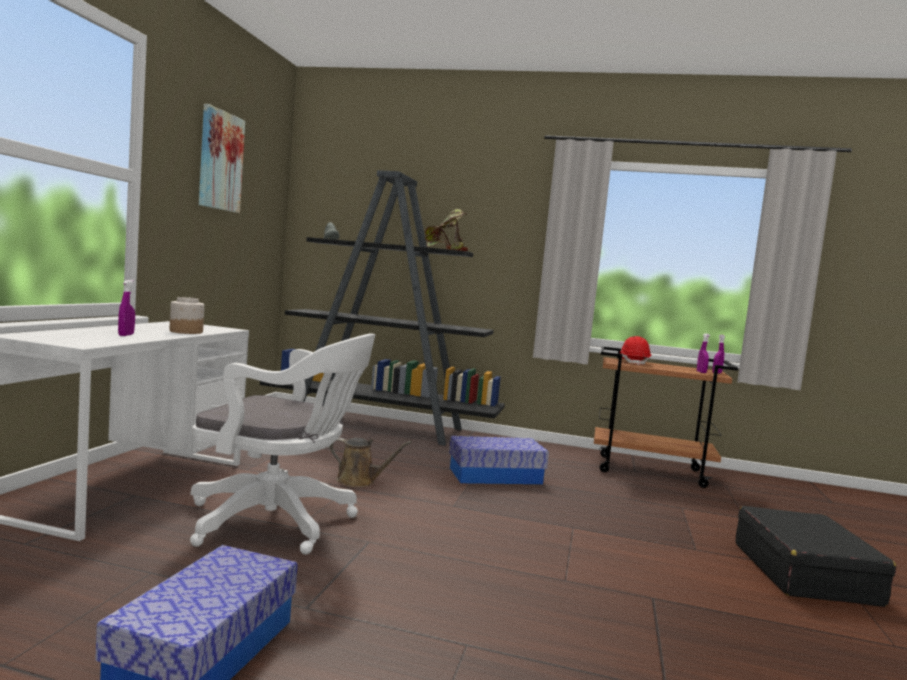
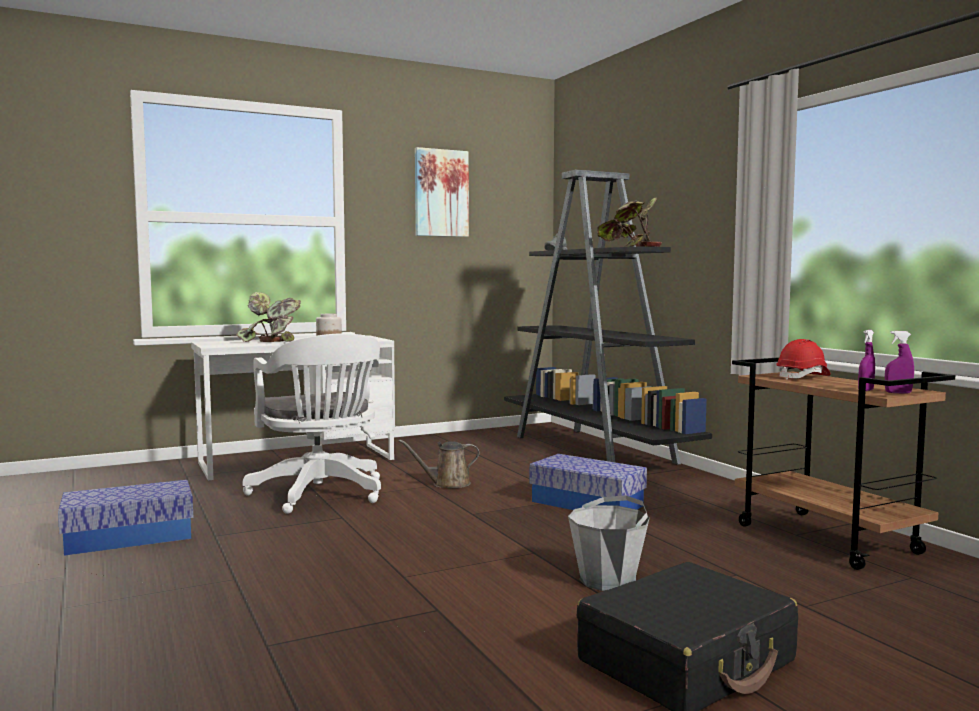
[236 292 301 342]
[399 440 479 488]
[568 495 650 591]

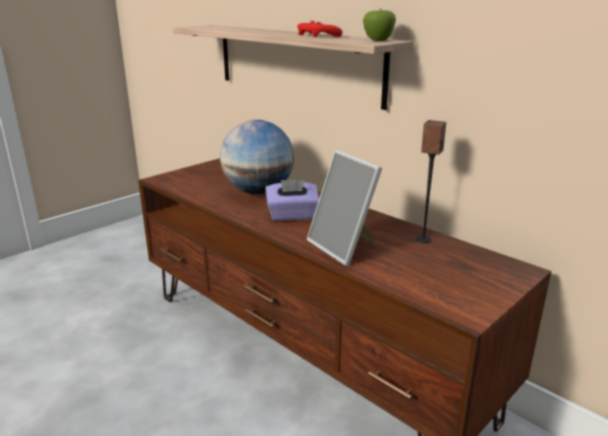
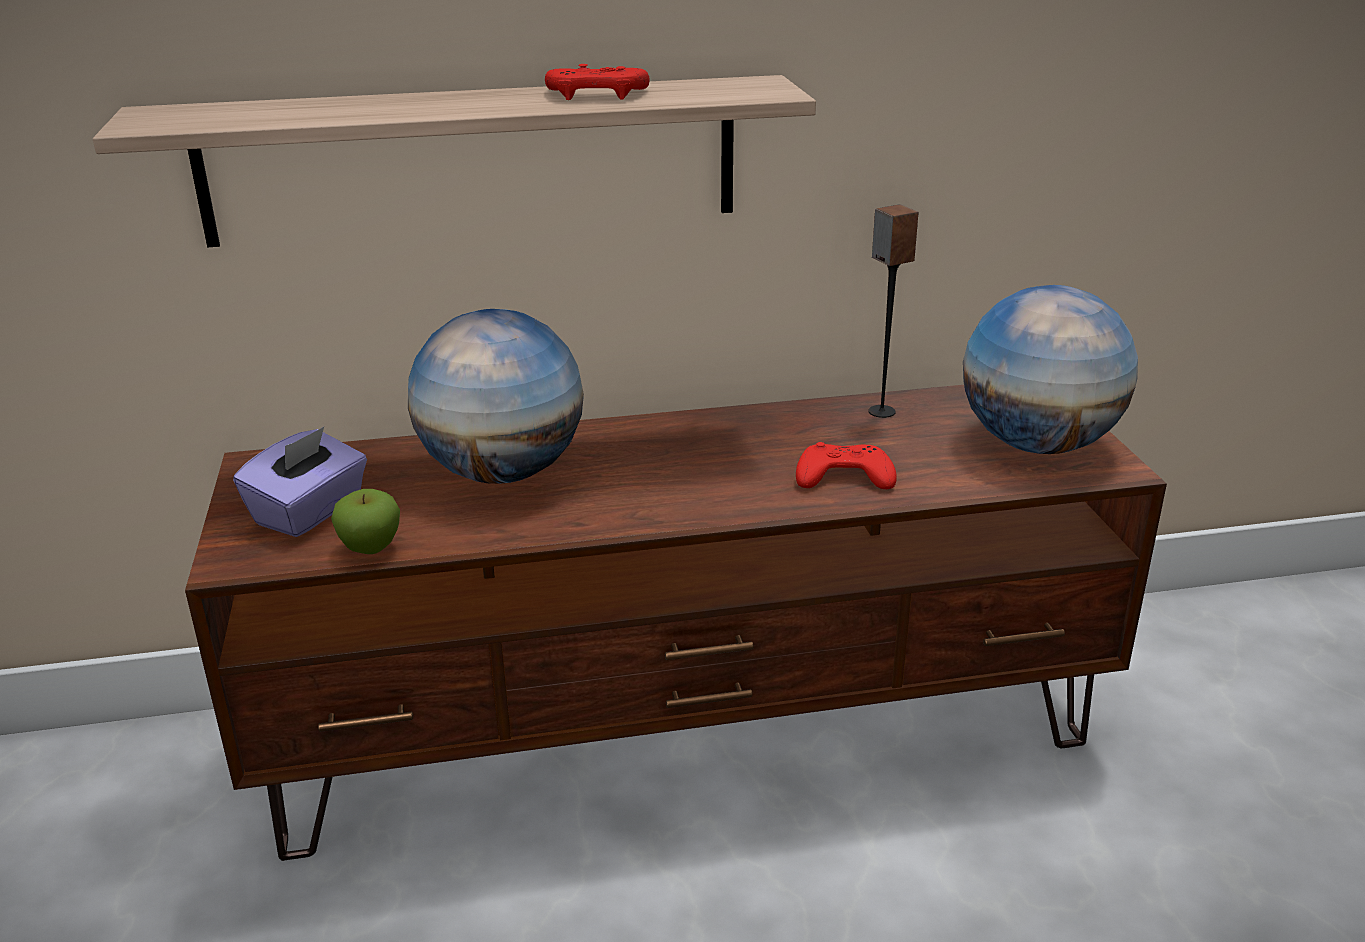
[233 427 367 537]
[331 489 400 554]
[796 442 897 489]
[963 285 1138 454]

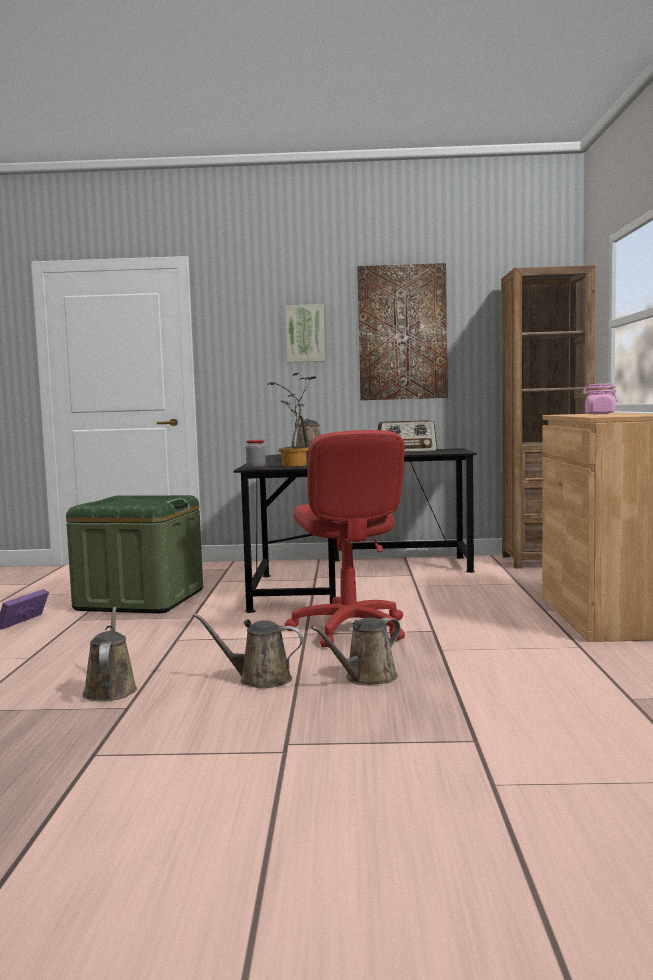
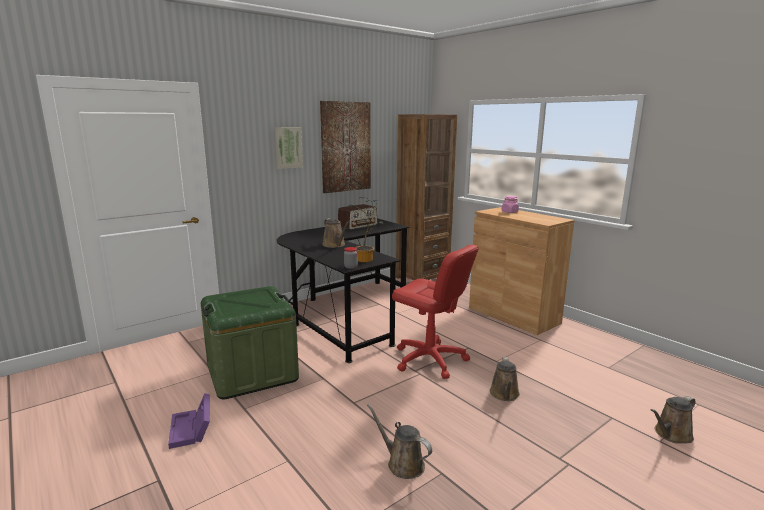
[651 396 696 444]

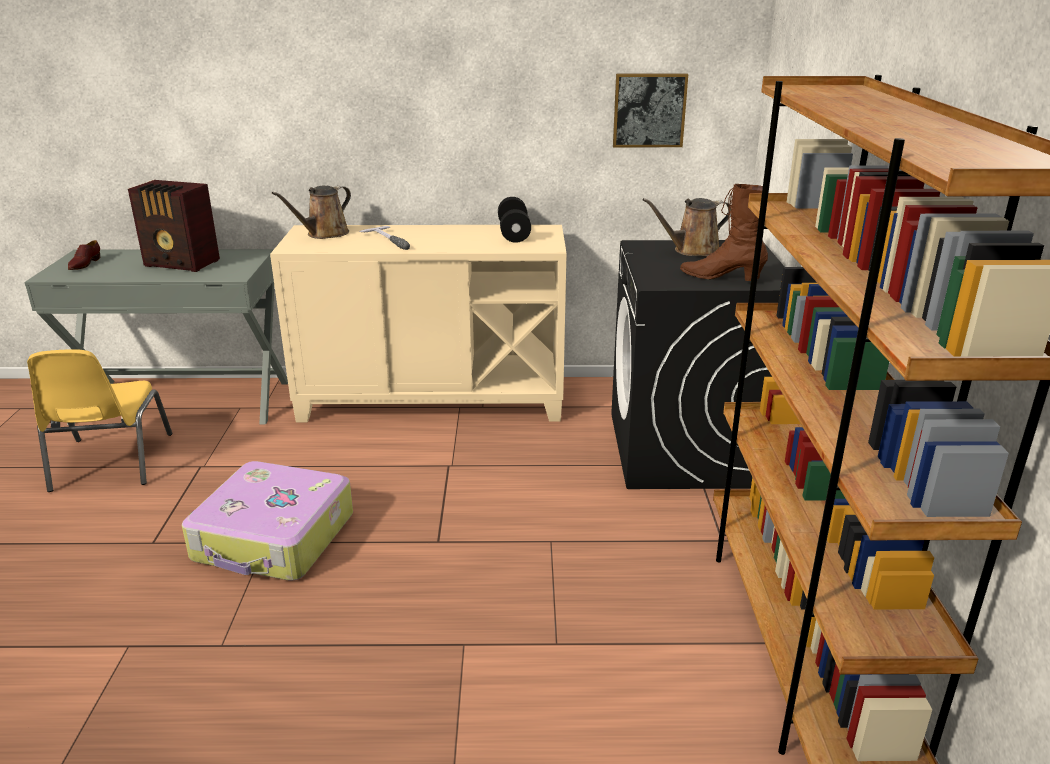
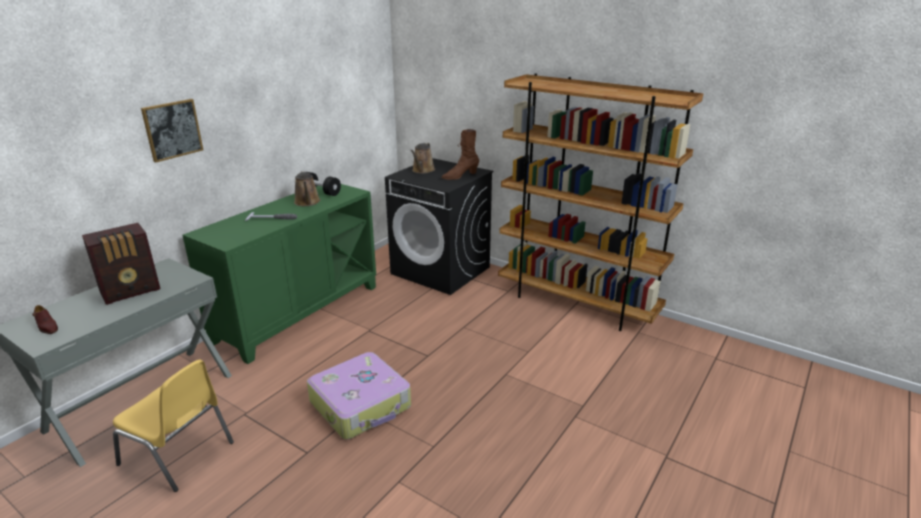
[141 99 203 162]
[182 184 376 364]
[294 171 321 206]

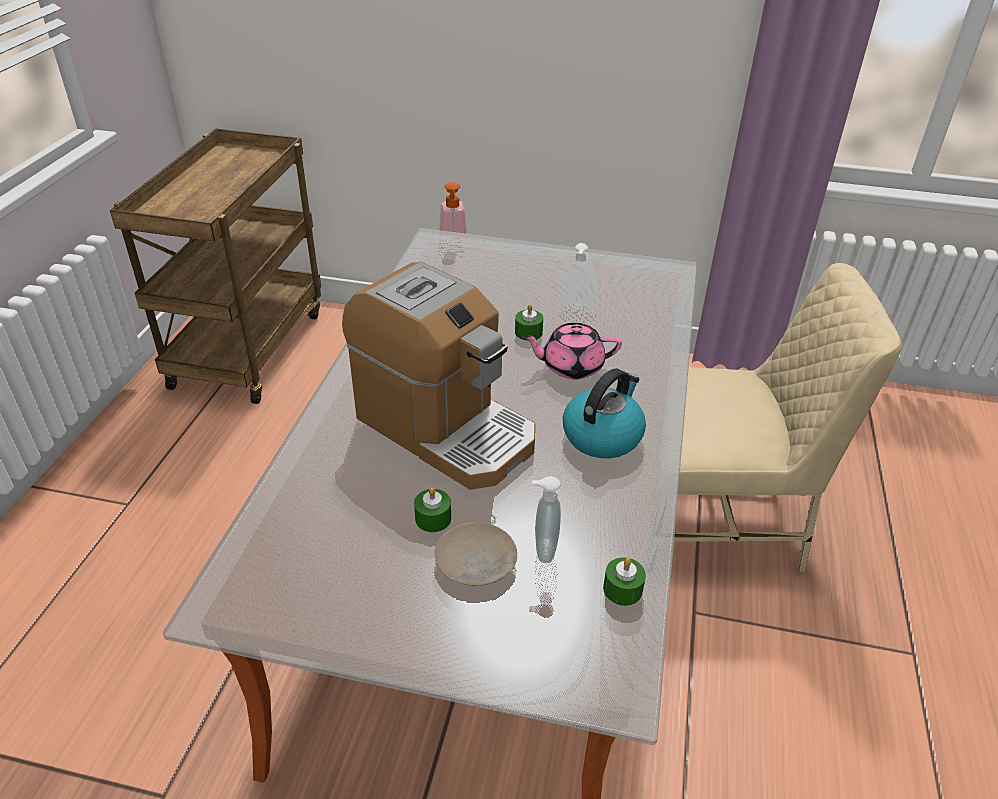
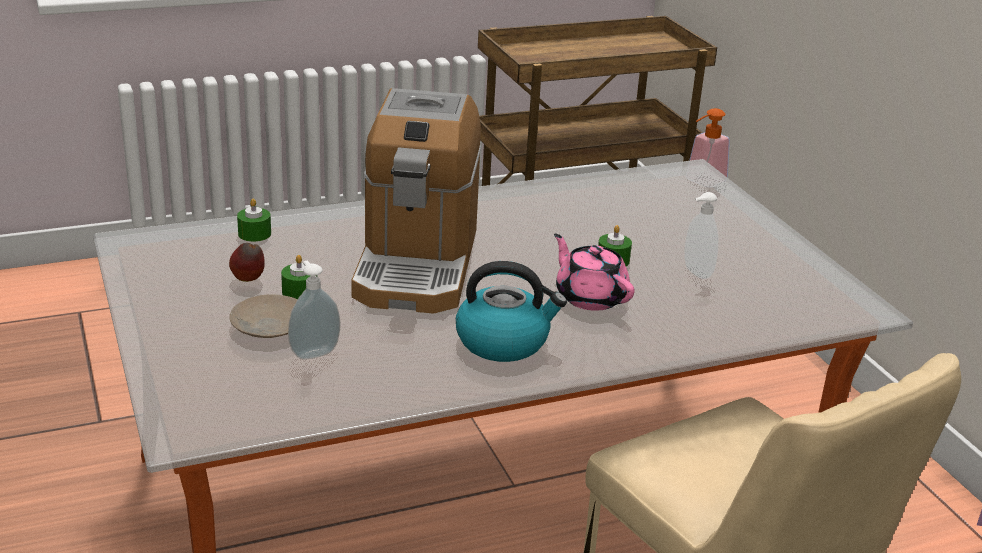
[229 243 265 282]
[237 199 271 242]

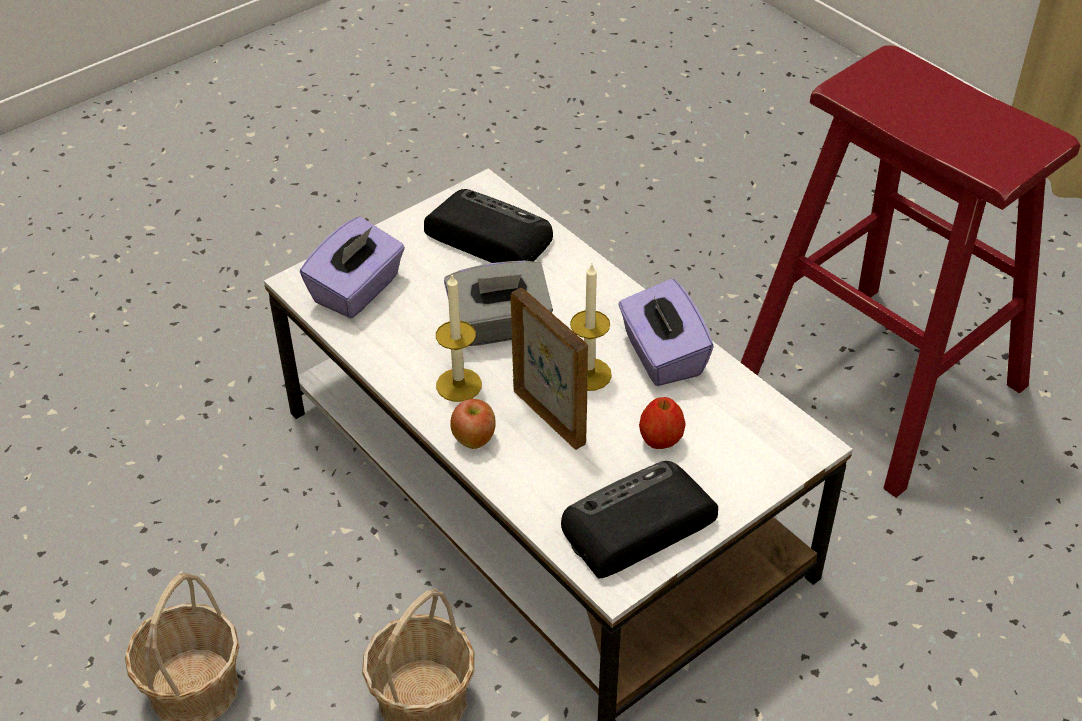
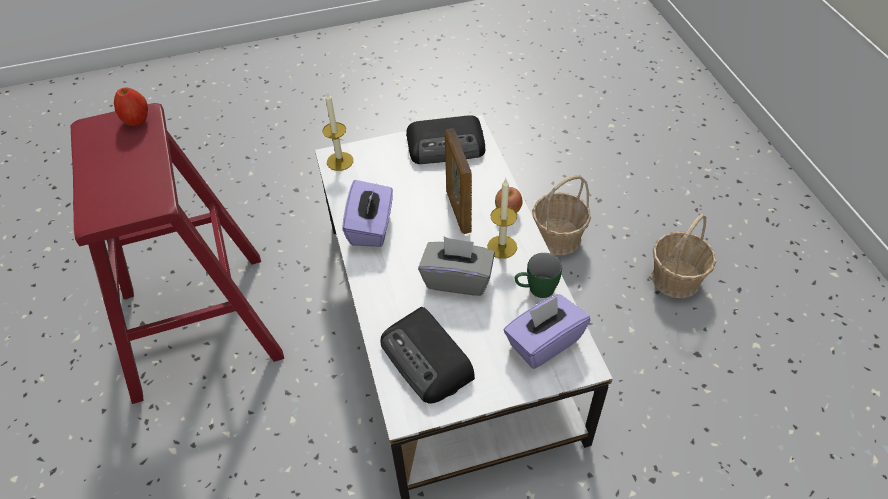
[114 88 148 126]
[323 92 353 171]
[514 253 562 298]

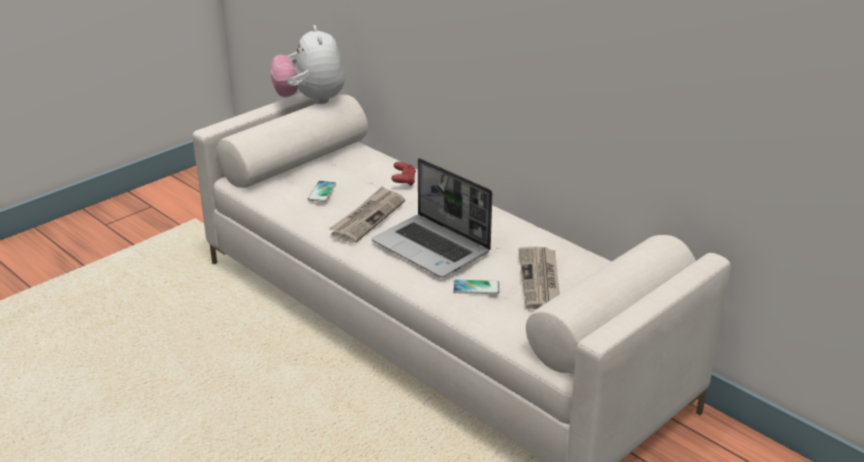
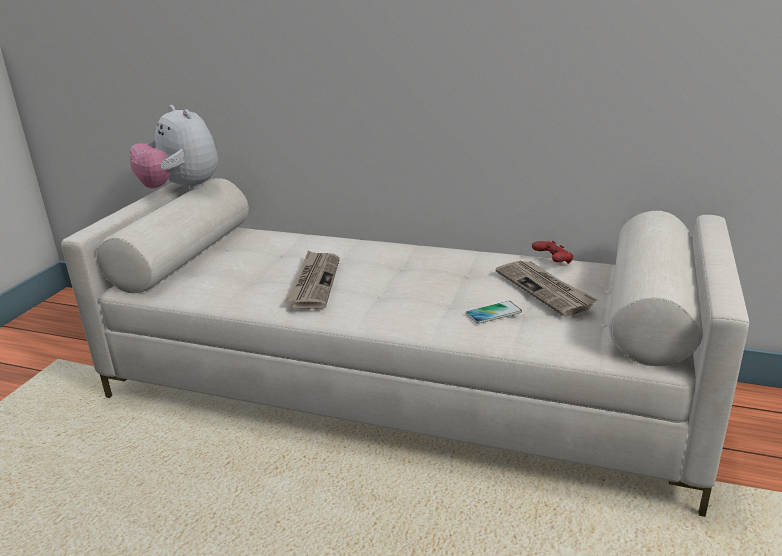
[532 241 573 264]
[308 181 336 202] (first image)
[371 158 492 277] (first image)

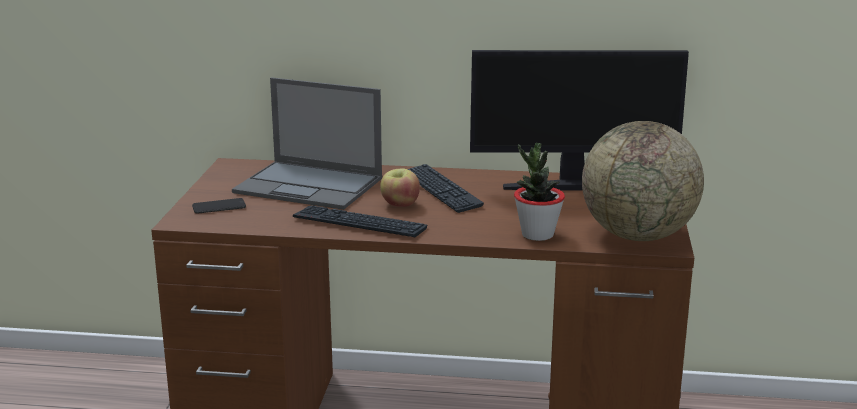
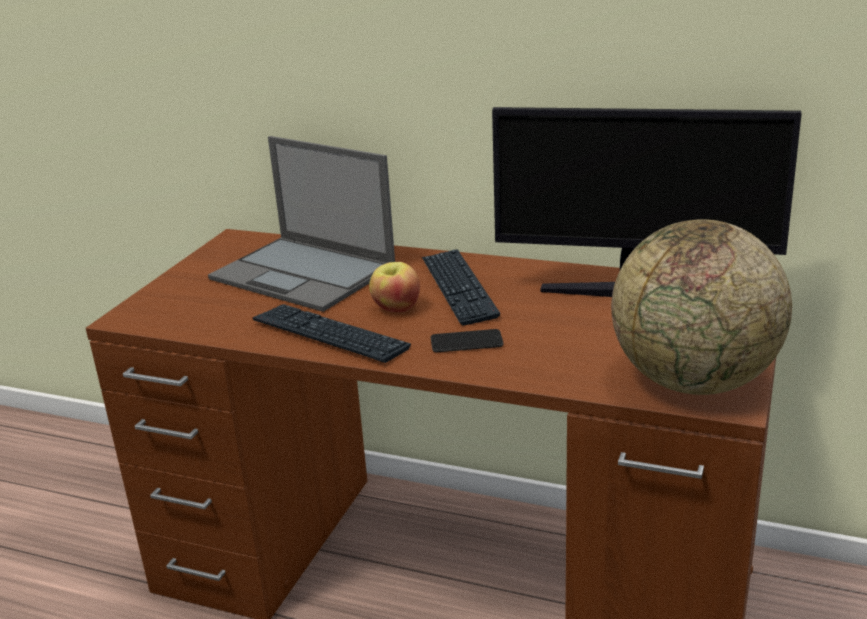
[431 329 504 352]
[514 143 565 241] (first image)

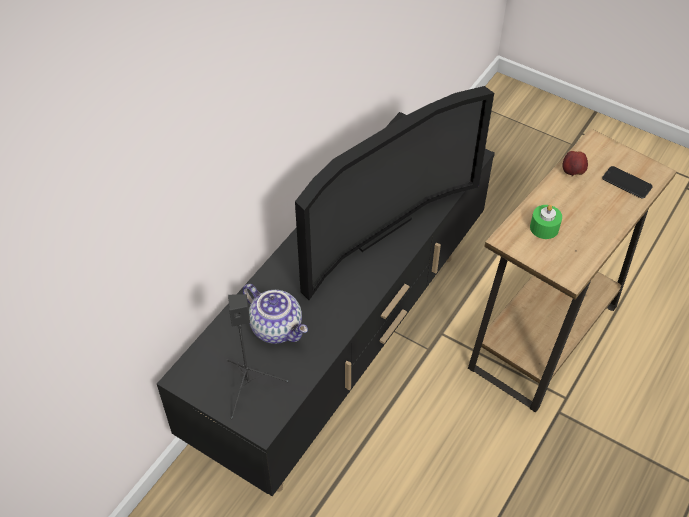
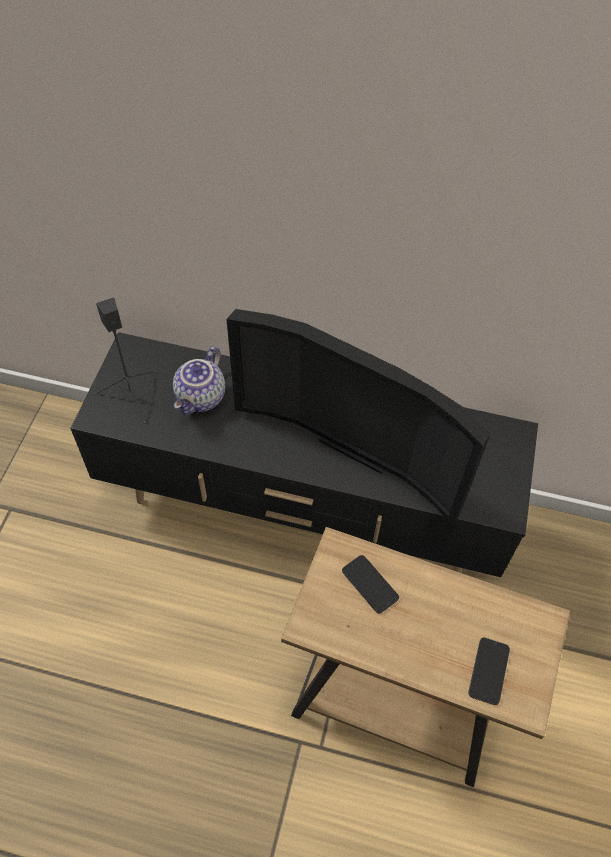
[342 555 399 614]
[563 151 588 176] (first image)

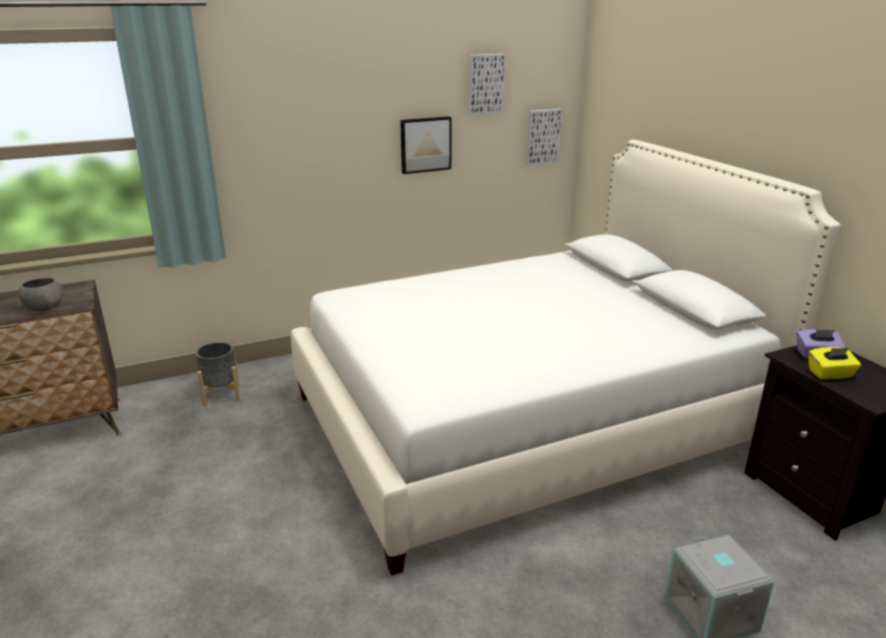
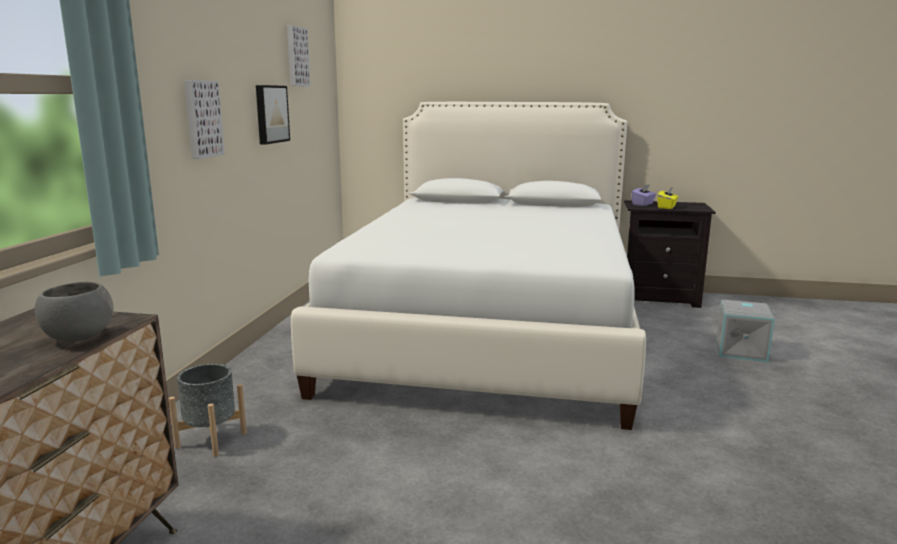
[184 80 225 159]

